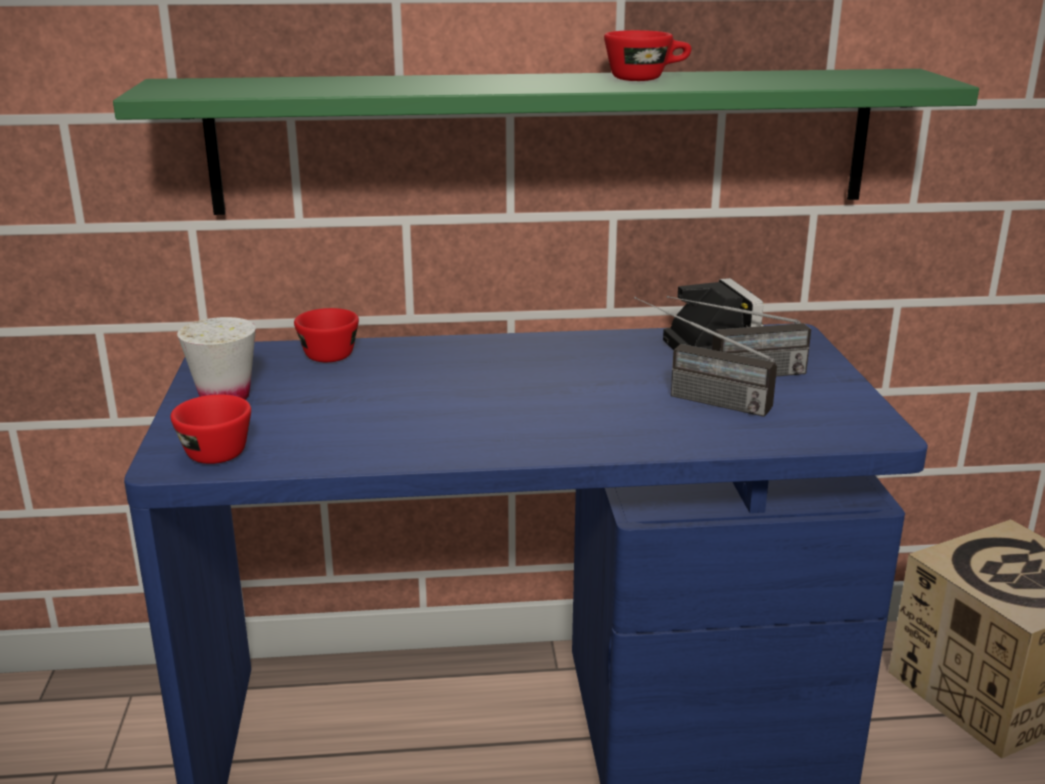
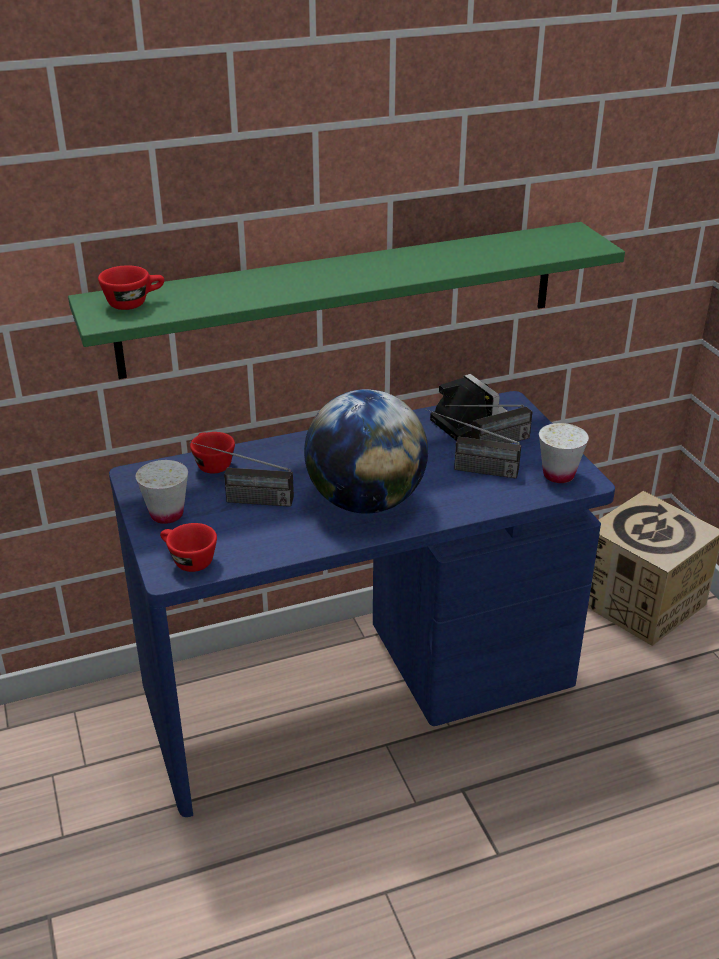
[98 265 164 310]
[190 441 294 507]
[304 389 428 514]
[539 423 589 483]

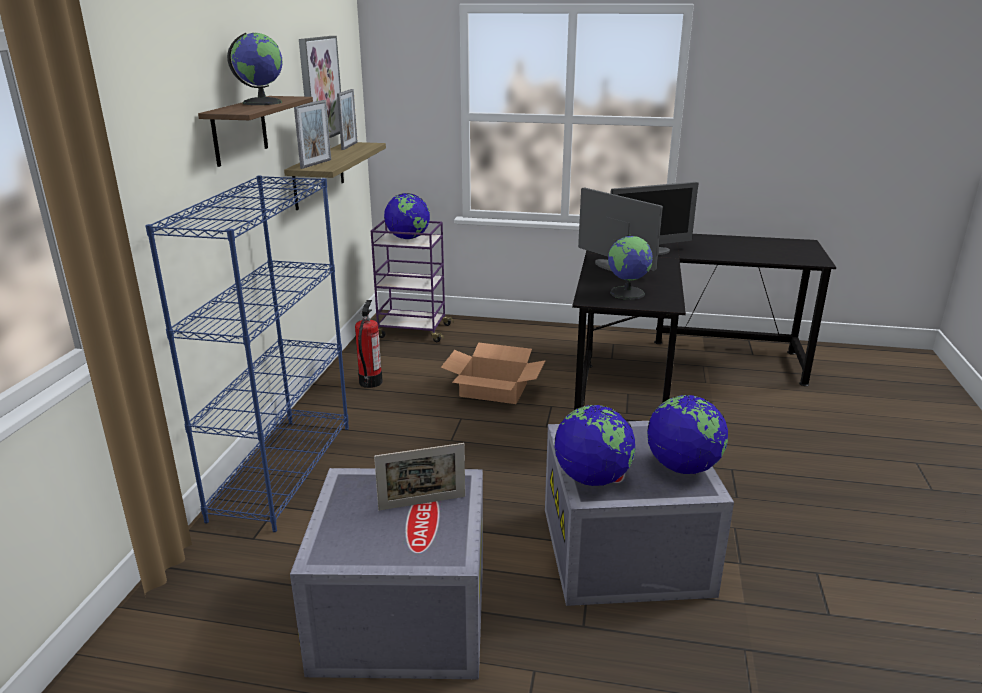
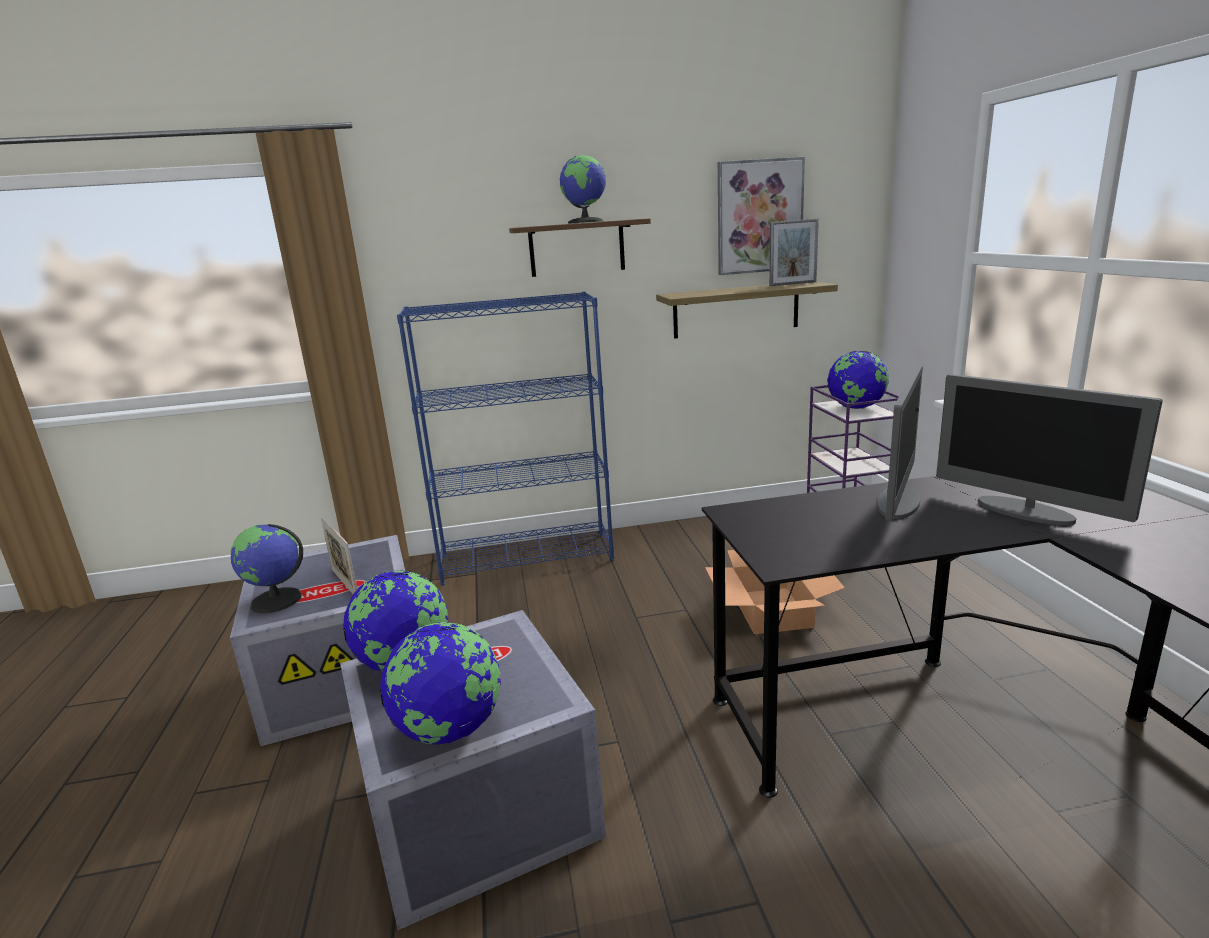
[231 524 303 613]
[294 100 331 169] (first image)
[355 300 383 388] (first image)

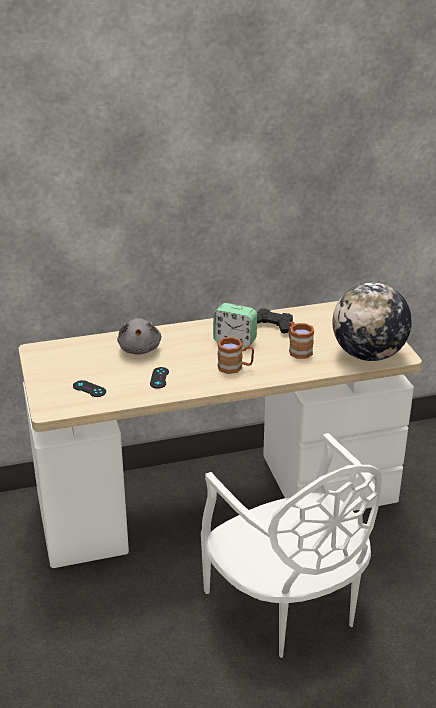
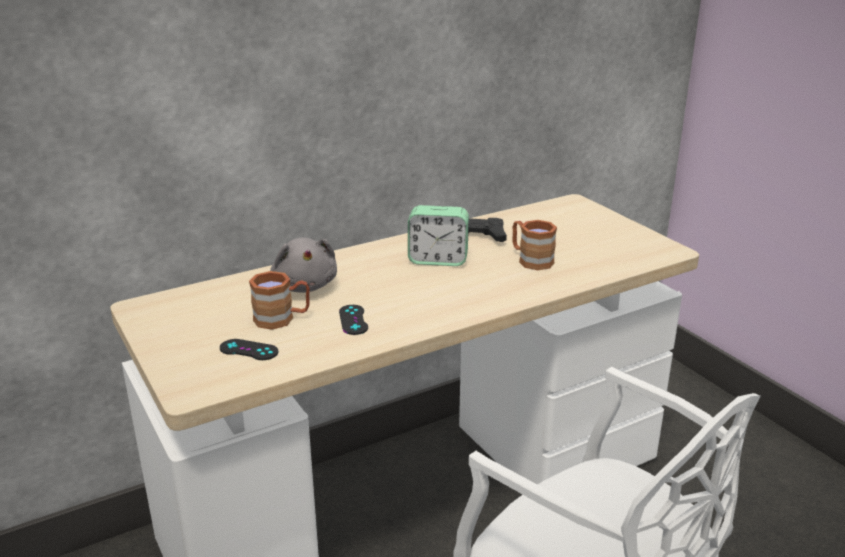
[249 271 310 330]
[333 282 412 361] (first image)

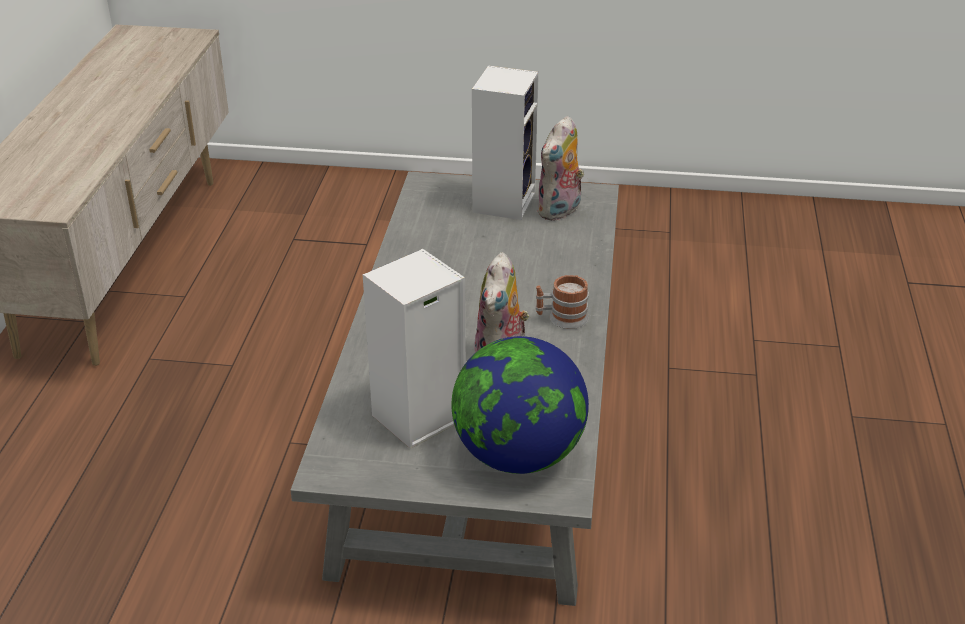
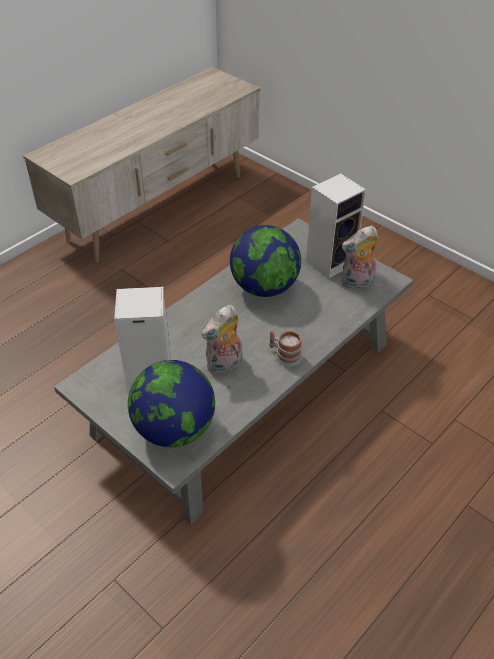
[230 225 301 297]

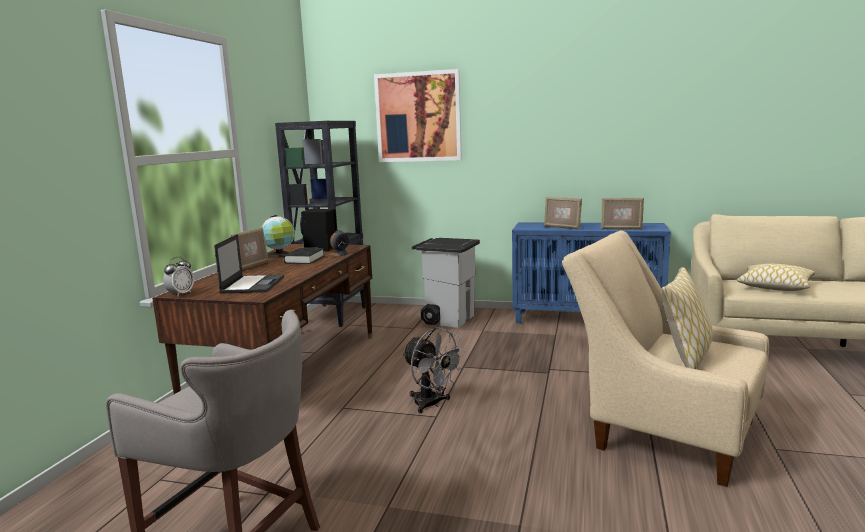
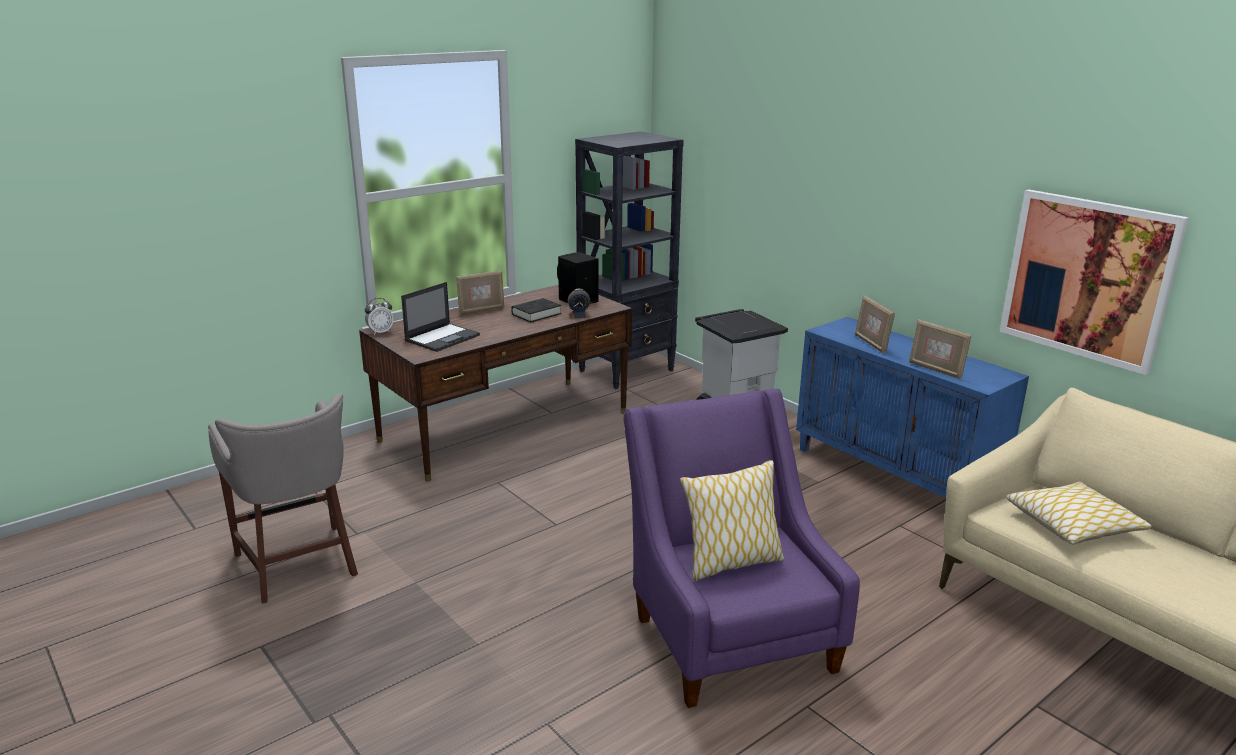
[624 389 860 708]
[1000 190 1189 375]
[261 215 295 258] (first image)
[402 327 466 413] (first image)

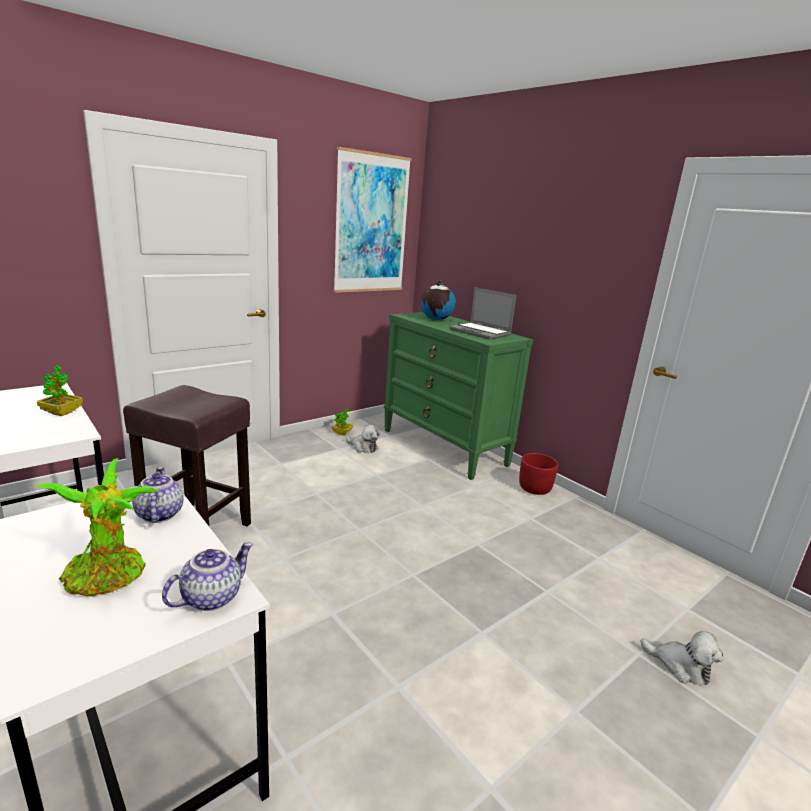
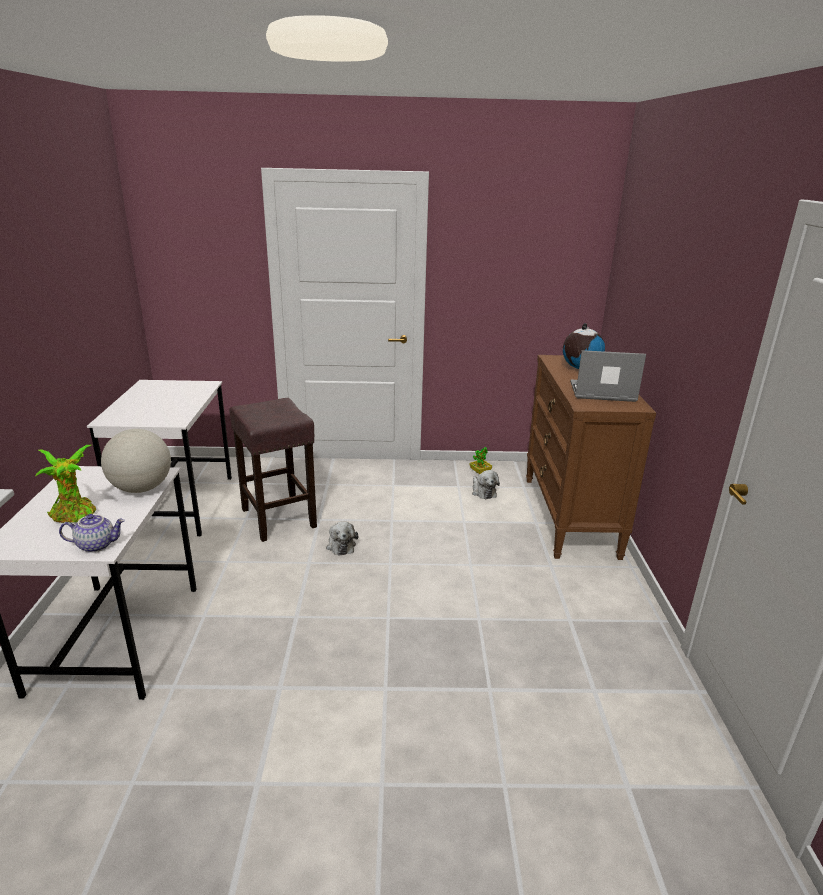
[101 429 171 493]
[326 521 358 556]
[526 355 656 560]
[570 350 646 402]
[37 365 83 416] (first image)
[333 147 412 293] (first image)
[519 453 559 495] (first image)

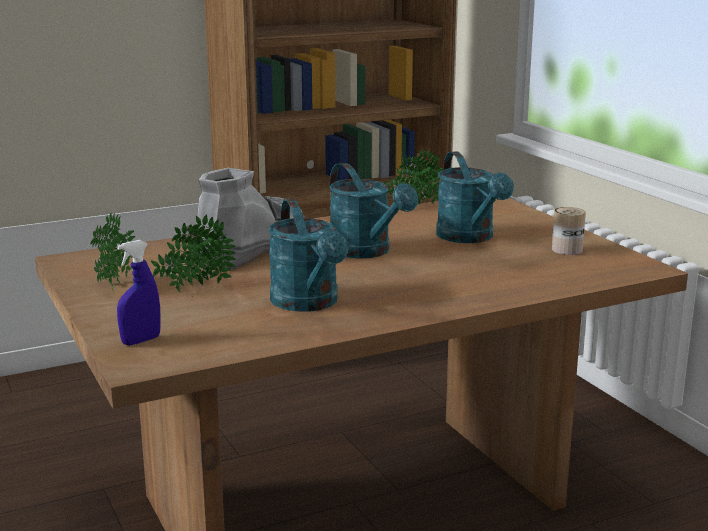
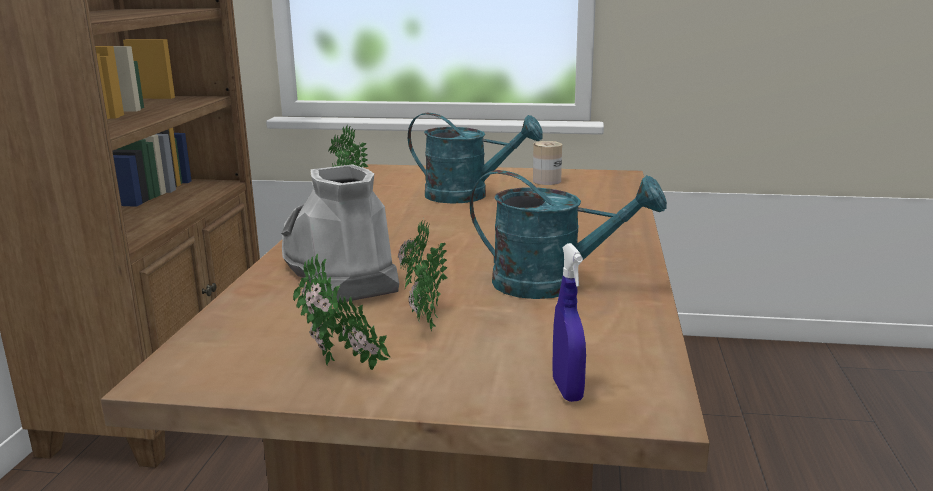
[330 163 418 259] (first image)

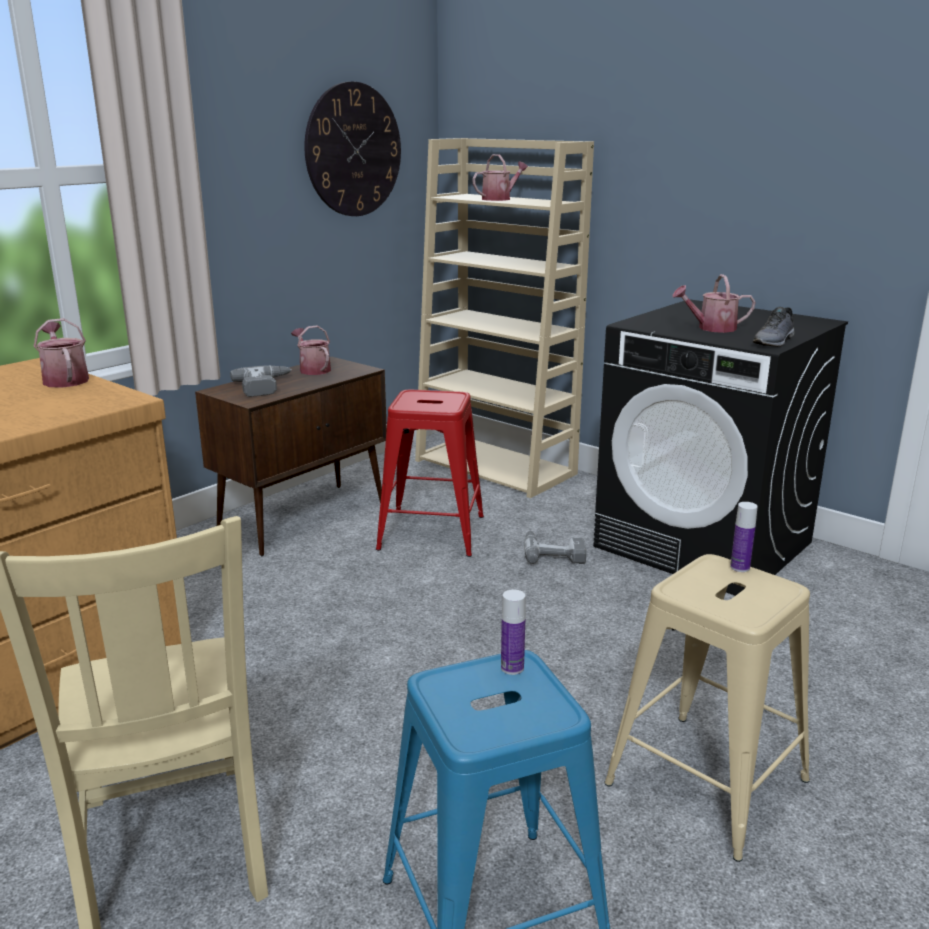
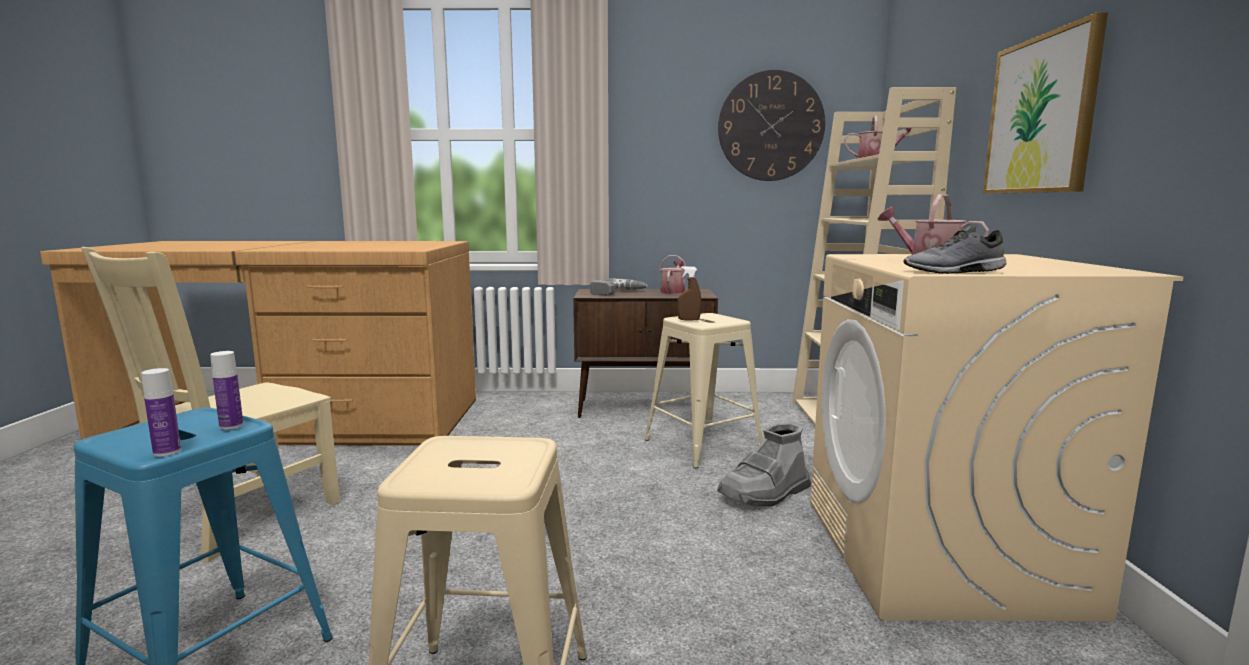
[141 368 181 456]
[645 313 763 468]
[677 266 701 320]
[717 423 811 507]
[810 254 1183 621]
[983 12 1108 194]
[34 318 89 388] (first image)

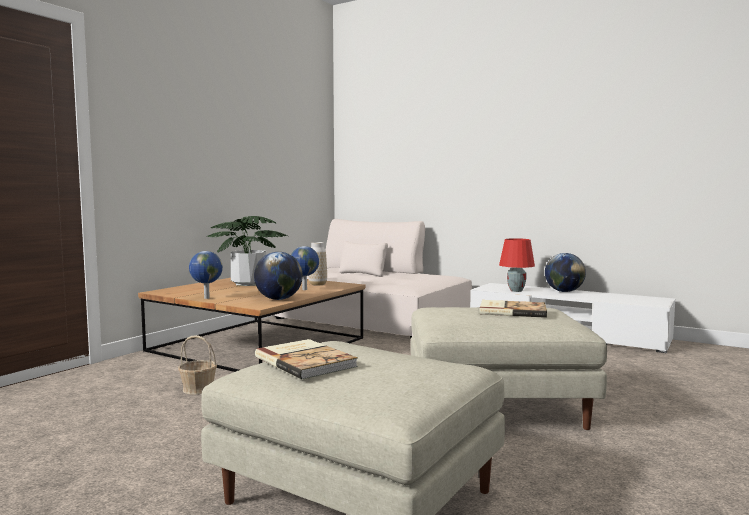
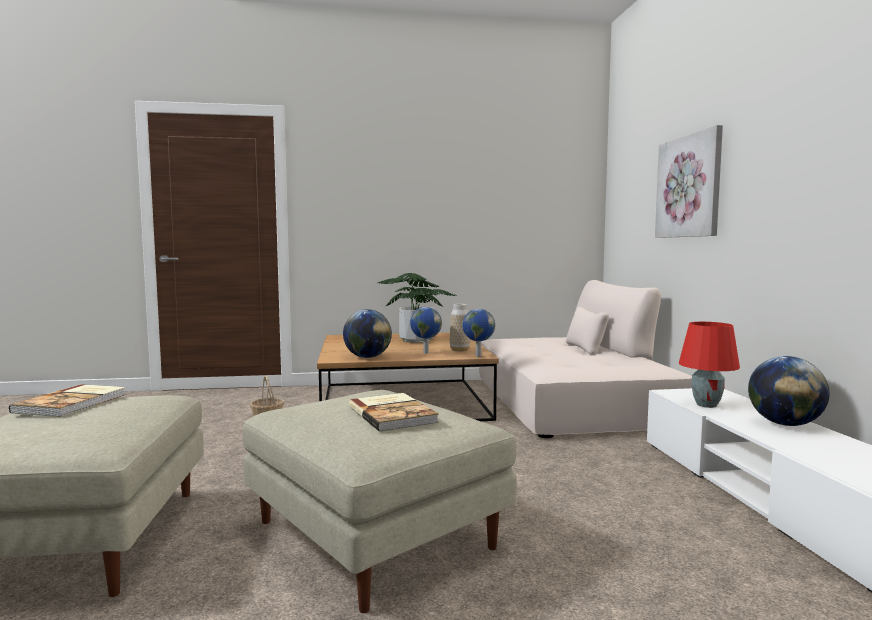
[462 309 495 357]
[655 125 723 238]

